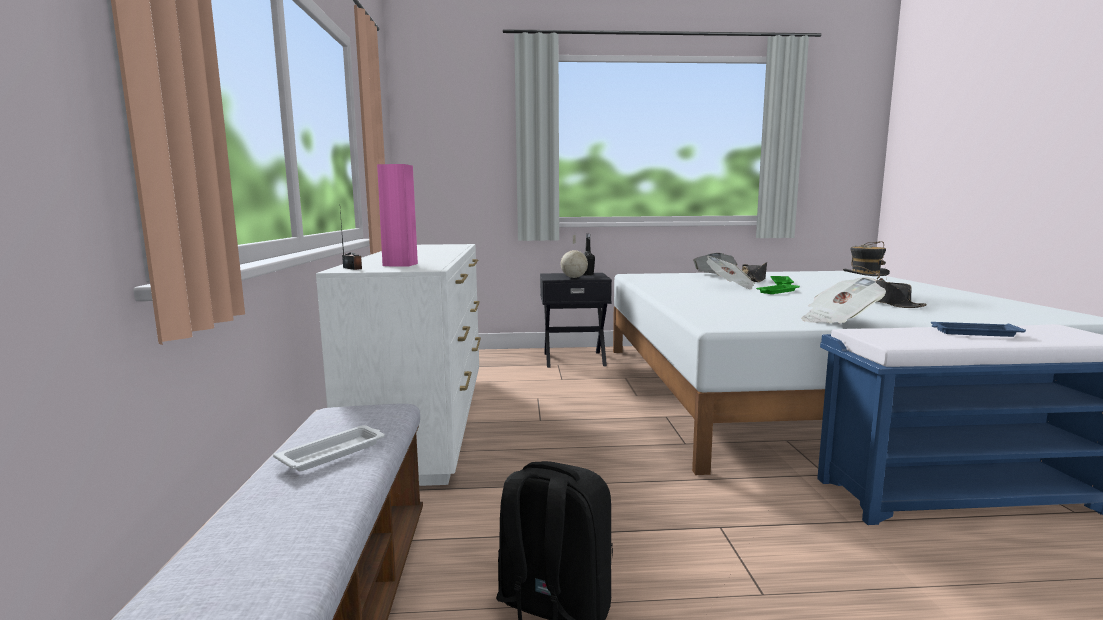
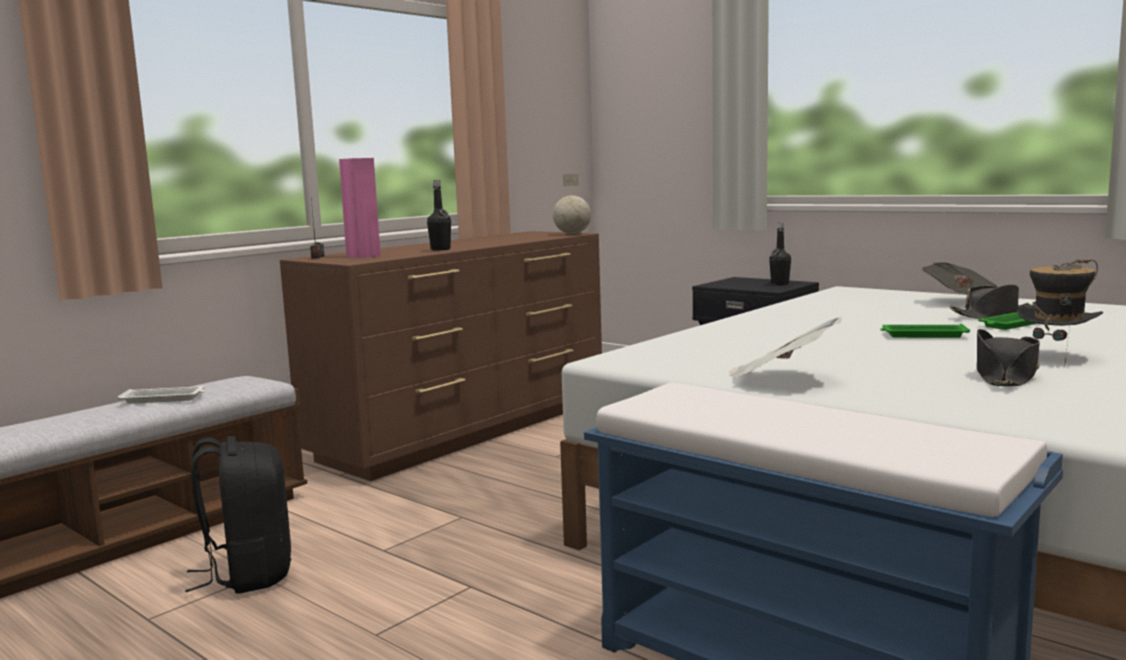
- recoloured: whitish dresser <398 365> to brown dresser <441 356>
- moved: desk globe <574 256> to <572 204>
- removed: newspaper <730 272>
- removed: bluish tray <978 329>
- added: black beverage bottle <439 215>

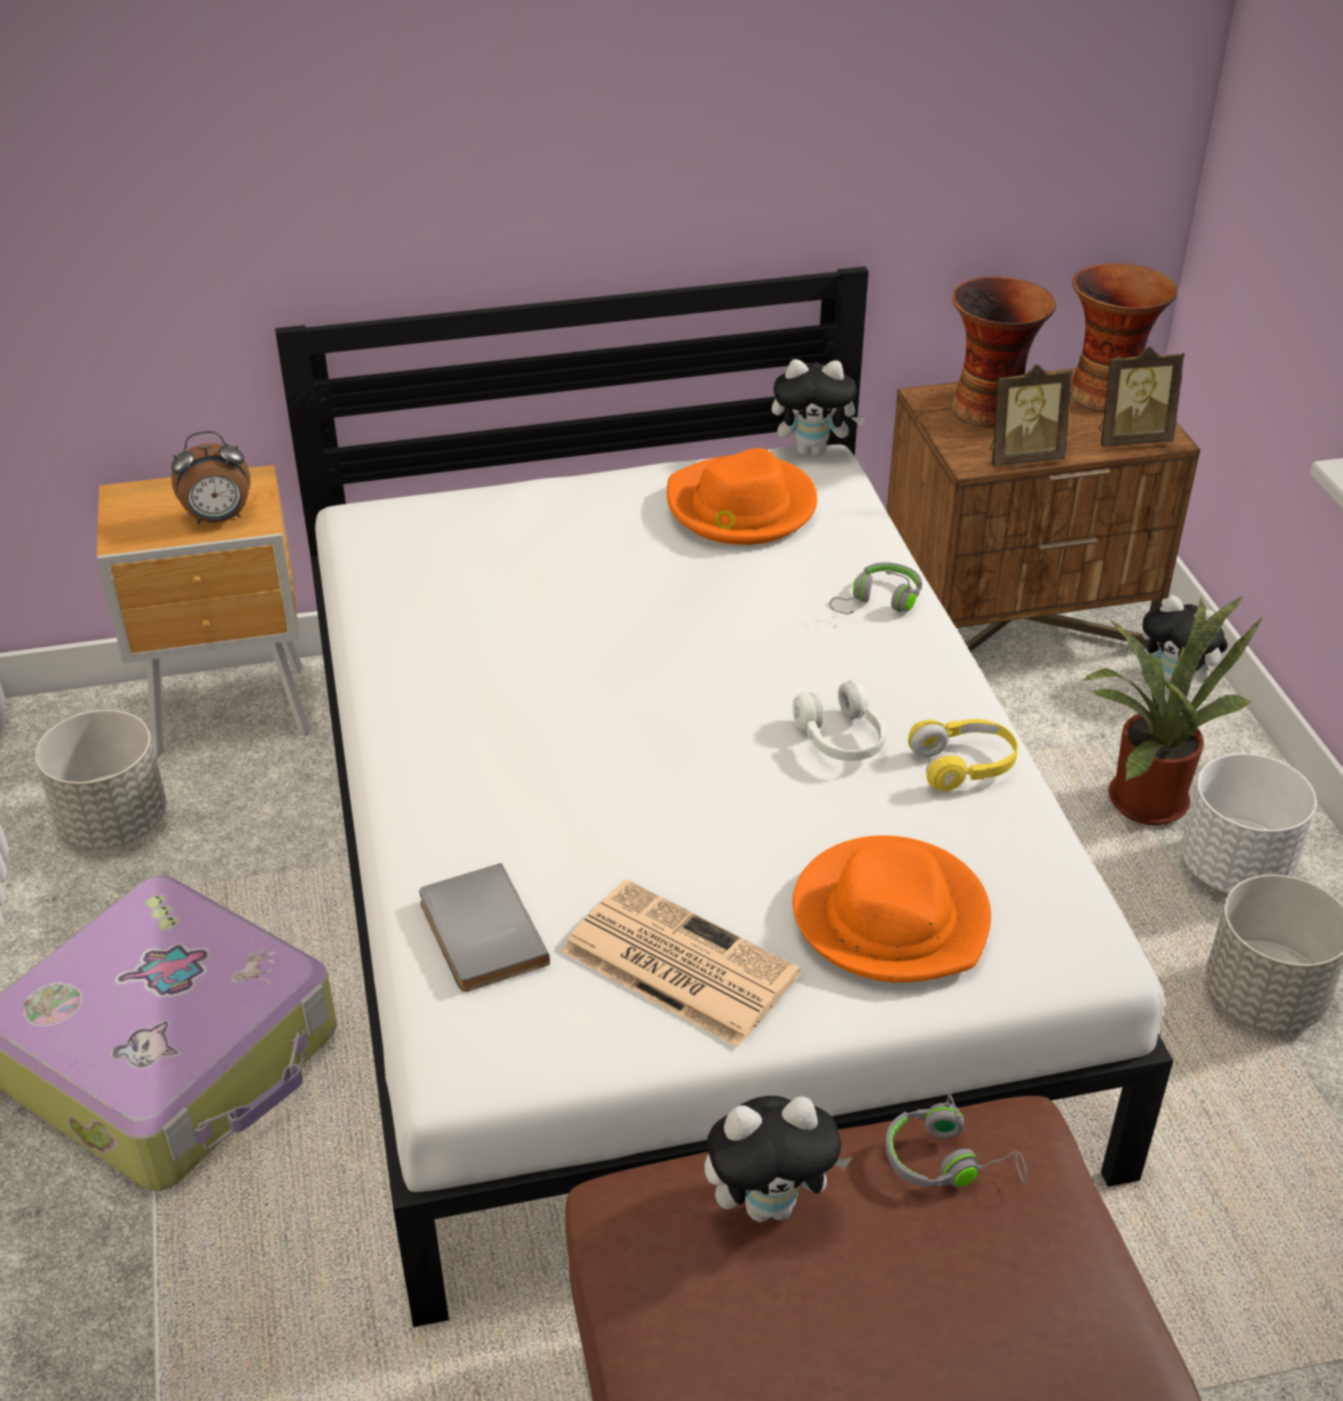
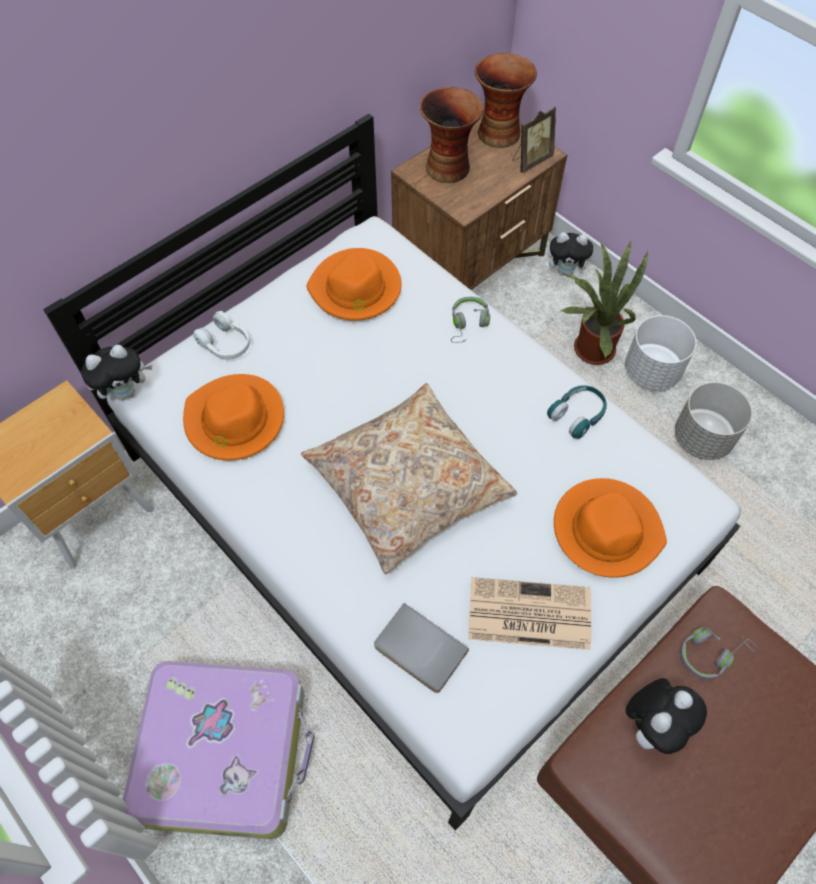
- removed: gray plant pot <100 779>
- removed: table clock <210 477>
- moved: cuddly toy <819 407> to <116 373>
- moved: whitish pair of headphones <840 720> to <221 335>
- recoloured: yellow-coloured pair of headphones <963 755> to blue-green pair of headphones <577 412>
- removed: picture frame <1031 415>
- added: orangey wearable hat <233 417>
- added: beige-coloured throw pillow <409 478>

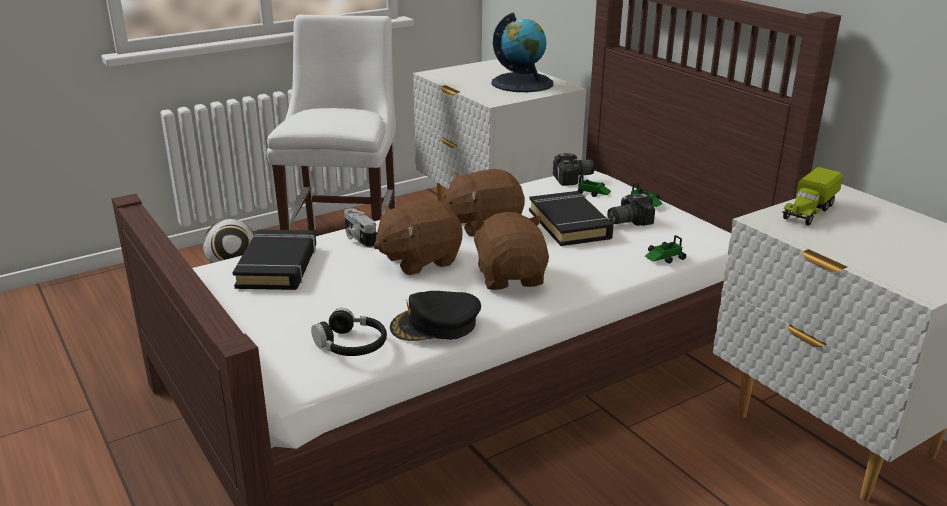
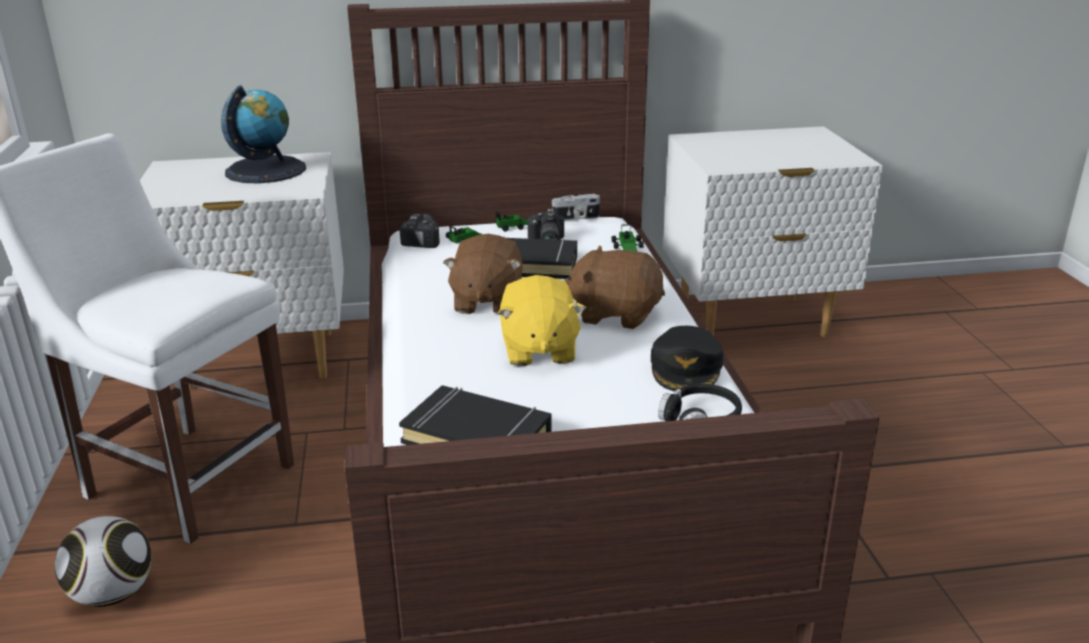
- moved: photo camera <360 228> to <576 207>
- recoloured: brown cuddly toy <418 237> to yellow-coloured cuddly toy <541 320>
- removed: toy lorry <812 196>

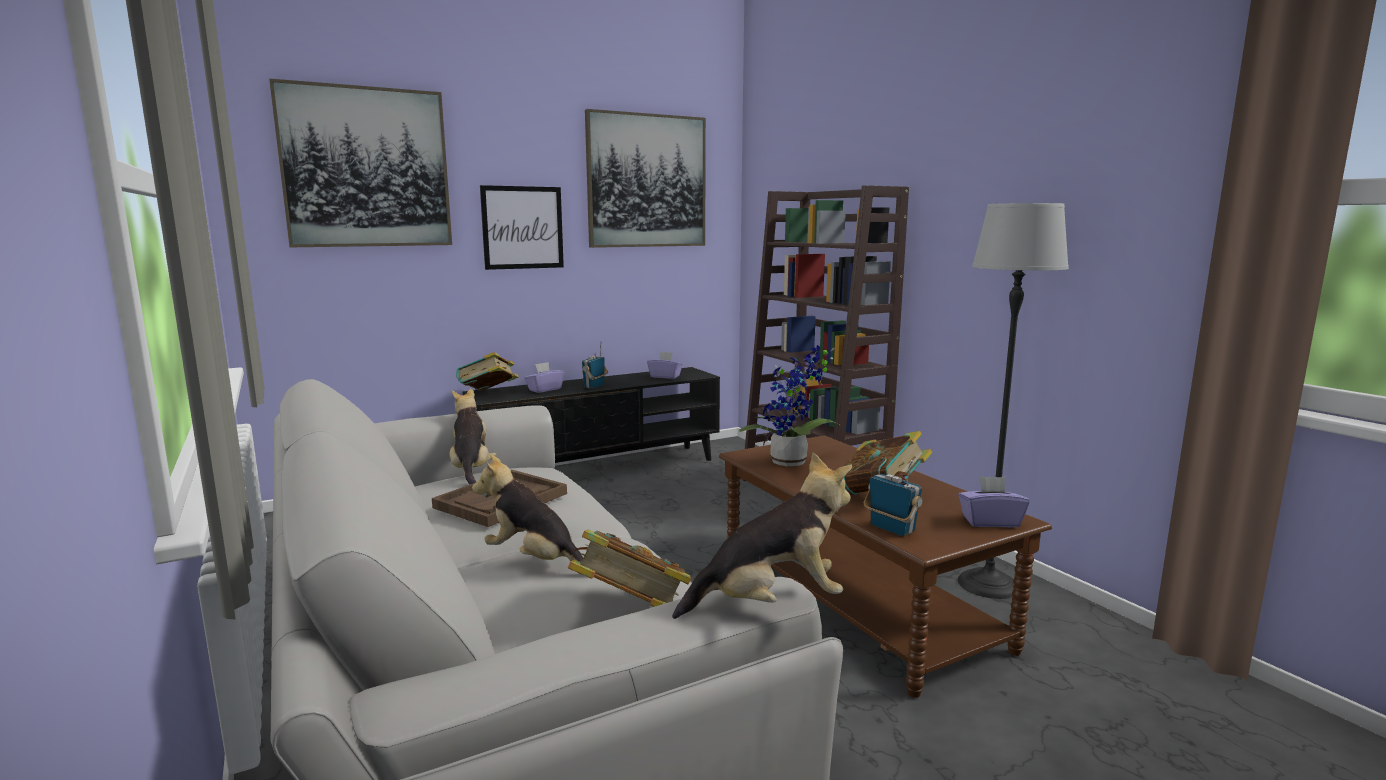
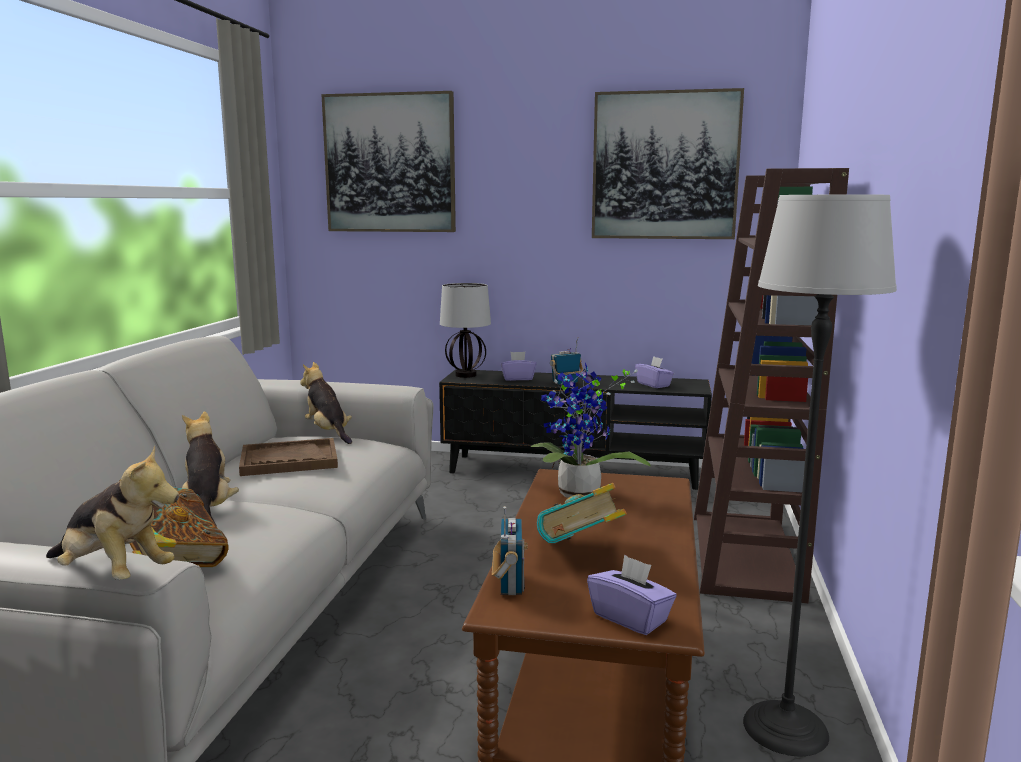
- turned: cuddly toy <473 437> = <326 403> 60 degrees counterclockwise
- replaced: book <487 371> to table lamp <465 330>
- removed: picture <522 227>

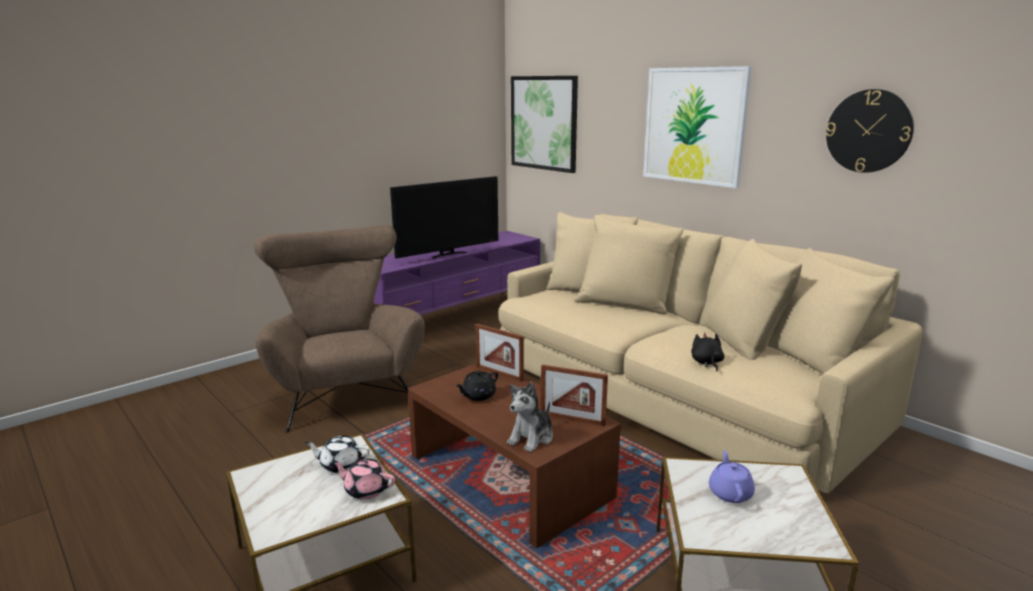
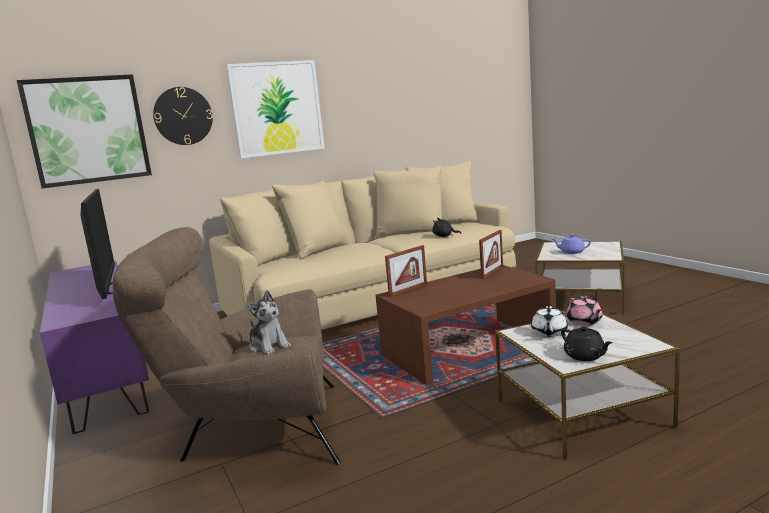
- turned: pink-coloured teapot <363 479> = <584 311> 45 degrees counterclockwise
- moved: black teapot <477 386> to <586 343>
- moved: cuddly toy <530 417> to <269 322>
- moved: clock on the wall <870 131> to <183 116>

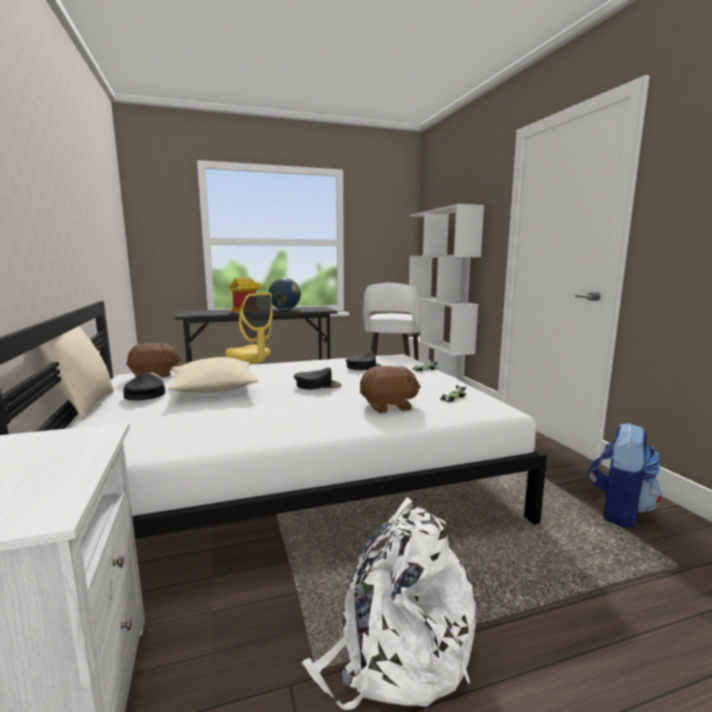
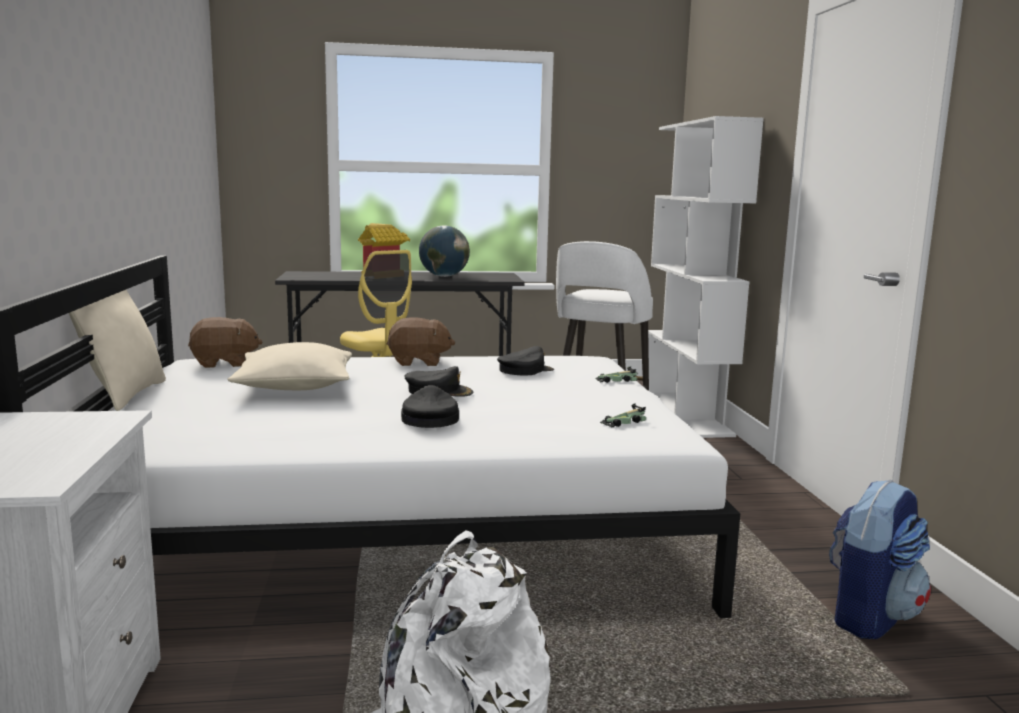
- moved: black cap <144 387> to <430 406>
- moved: brown cuddly toy <390 389> to <421 341>

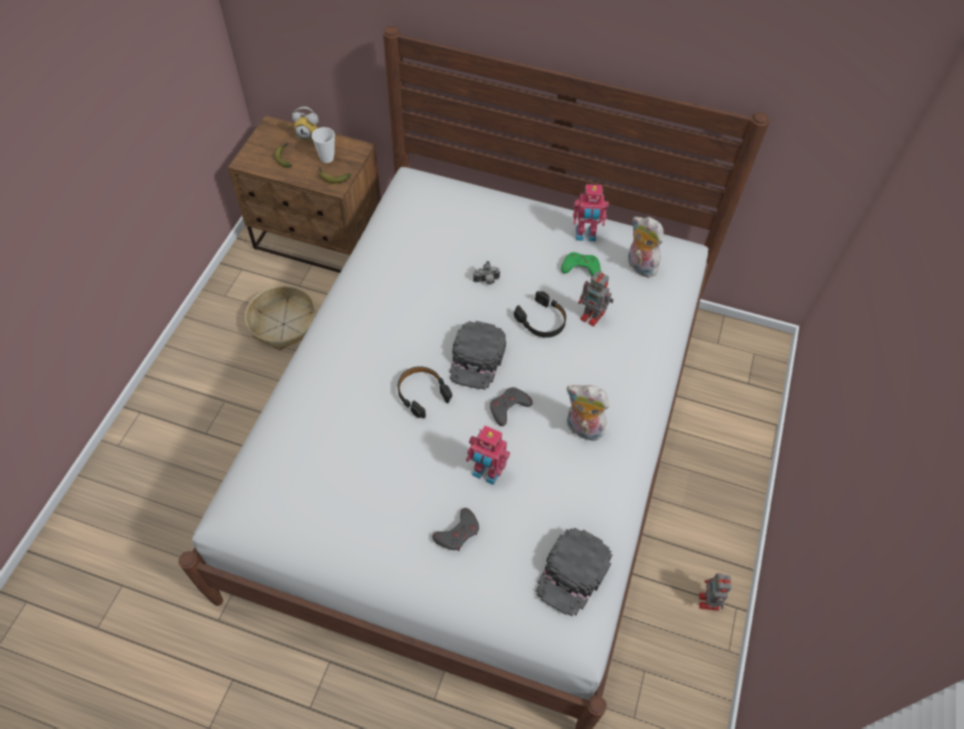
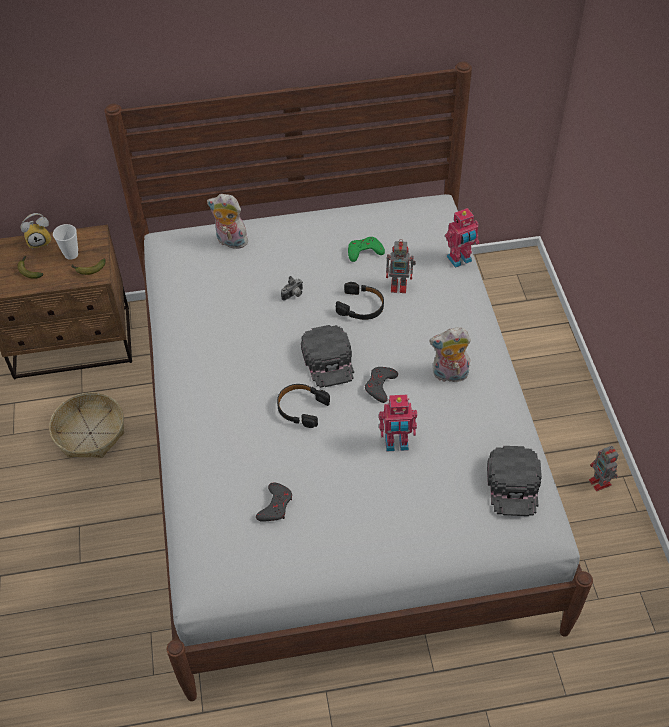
- moved: gray game controller <455 529> to <274 502>
- moved: robot figure <591 213> to <462 238>
- moved: cuddly toy <646 247> to <227 221>

